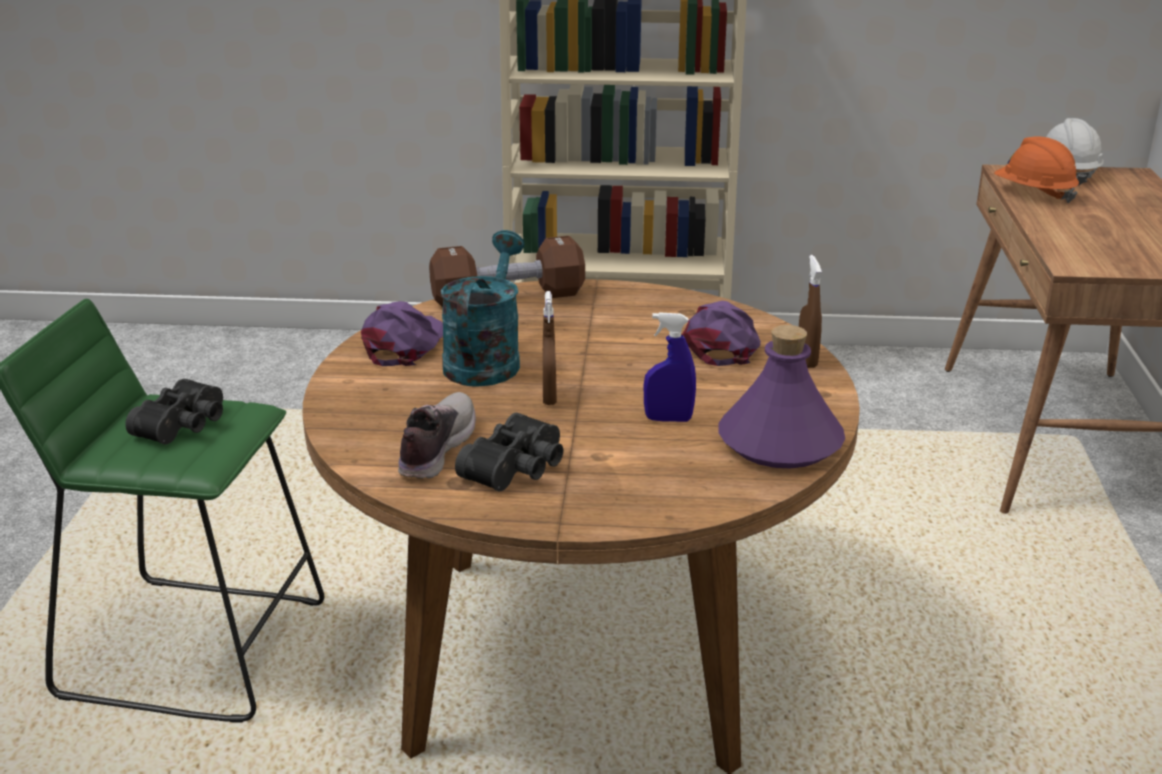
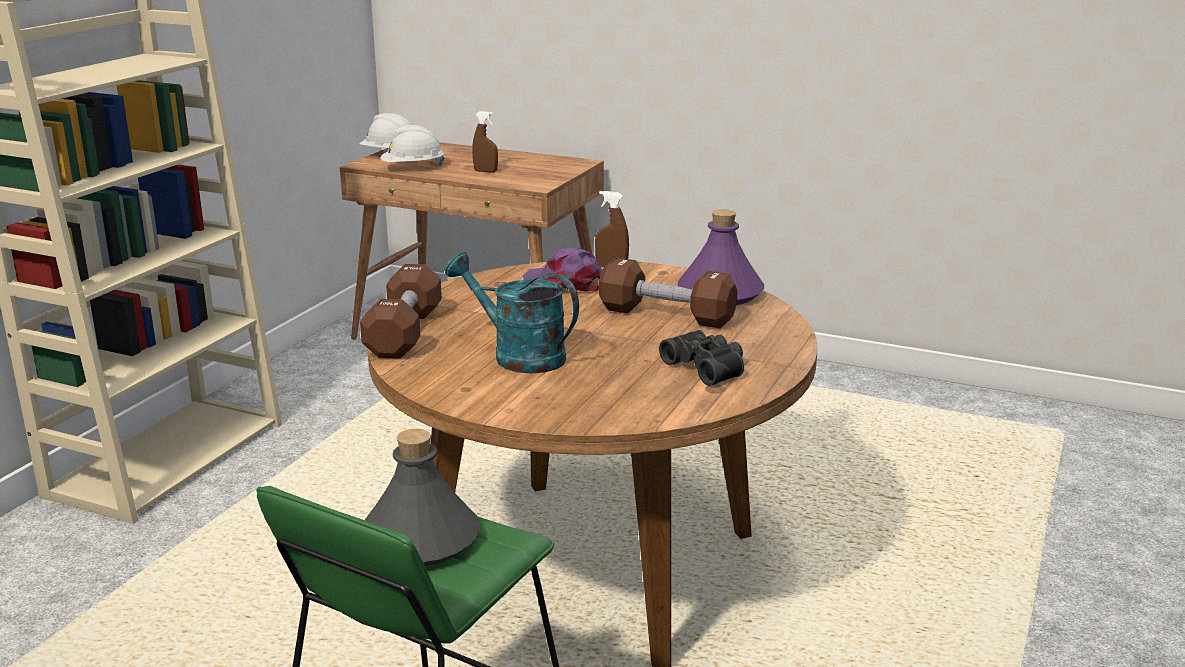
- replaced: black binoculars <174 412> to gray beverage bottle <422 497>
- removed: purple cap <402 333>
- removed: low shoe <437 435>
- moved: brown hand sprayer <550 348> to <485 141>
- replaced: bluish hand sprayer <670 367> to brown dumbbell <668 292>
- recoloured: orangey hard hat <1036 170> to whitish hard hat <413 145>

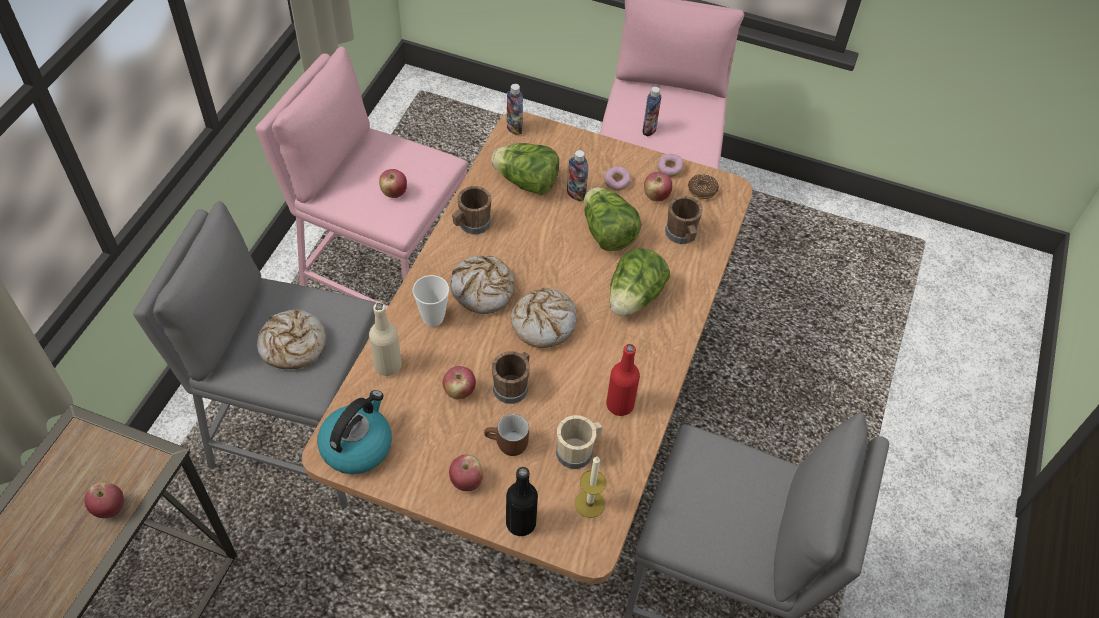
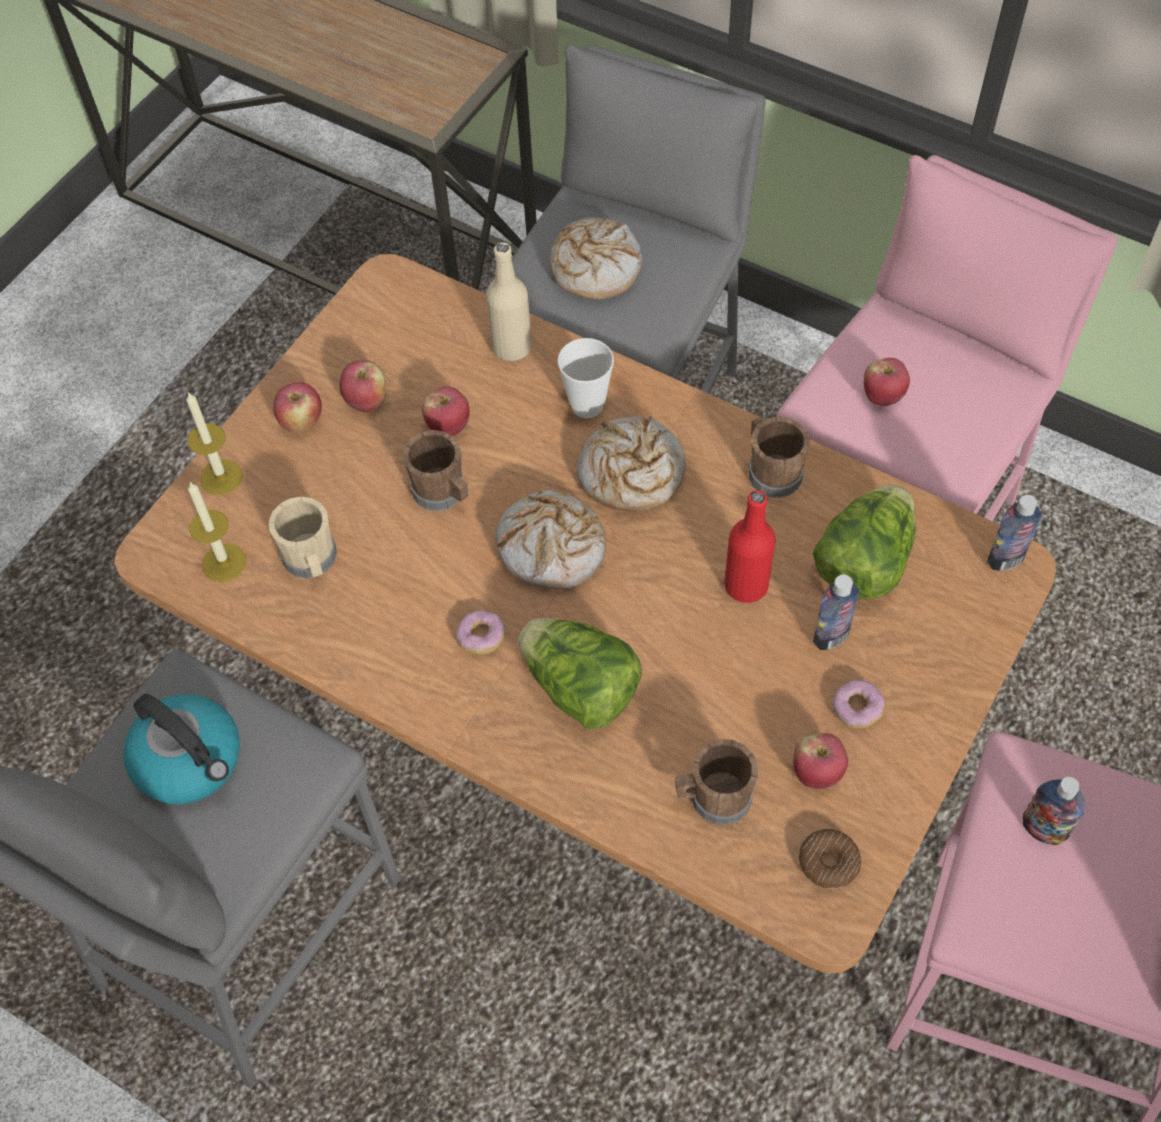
- moved: apple fruit <104 500> to <363 386>
- moved: water kettle <355 432> to <181 749>
- removed: brown tea mug <506 435>
- replaced: black beverage bottle <522 501> to candle <214 443>
- removed: head of lettuce <612 219>
- moved: red-coloured beverage bottle <623 380> to <749 546>
- moved: donut <670 165> to <480 632>

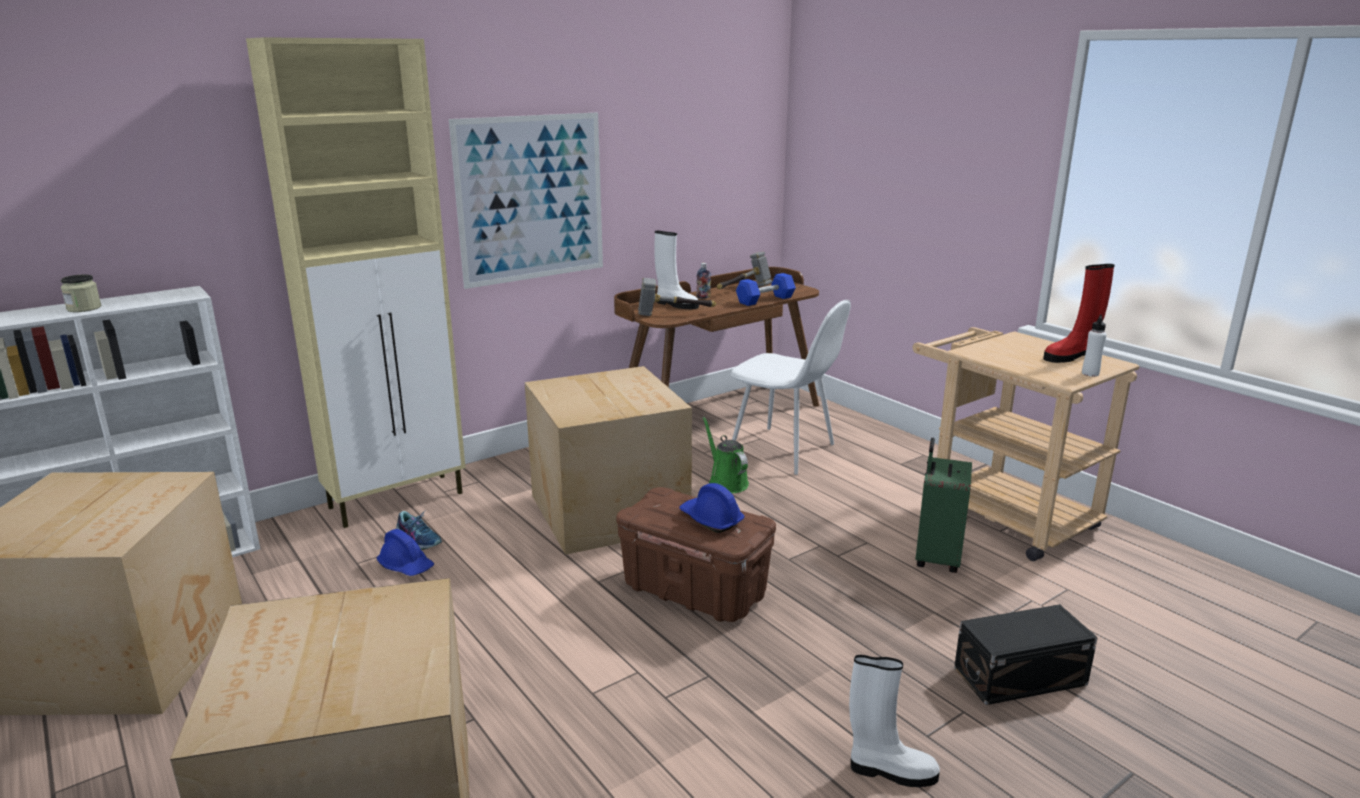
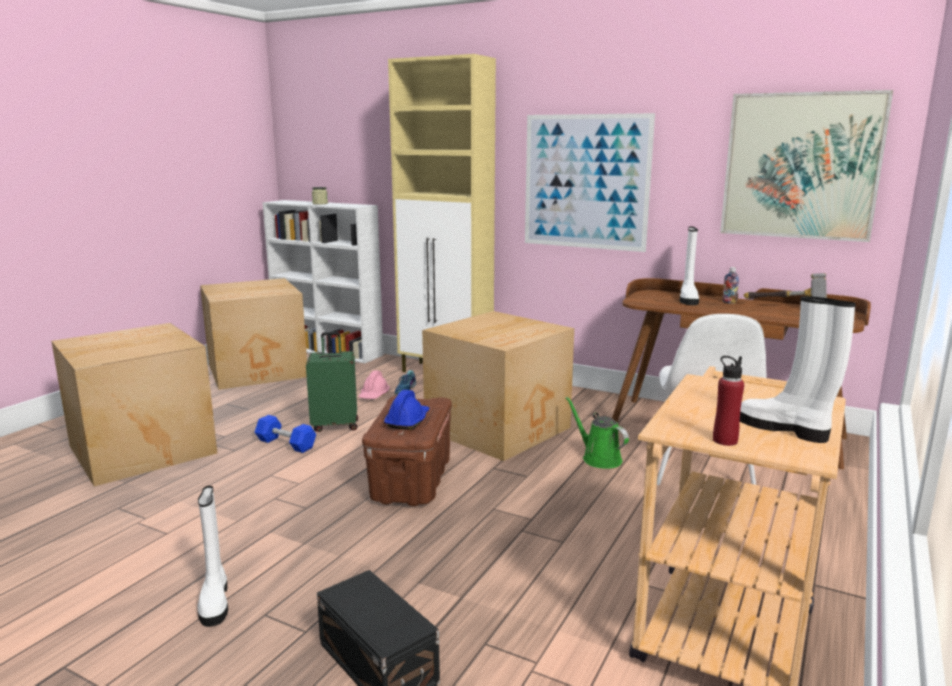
- recoloured: bluish hard hat <405 552> to pink-coloured hard hat <374 384>
- removed: hand hammer <677 297>
- turned: green-coloured watering can <725 455> = <597 433> 75 degrees counterclockwise
- moved: bluish dumbbell <766 289> to <285 434>
- moved: green-coloured travel case <943 505> to <332 382>
- recoloured: red-coloured tall boot <1078 313> to whitish tall boot <798 369>
- recoloured: whitish beverage bottle <1094 345> to red-coloured beverage bottle <728 401>
- added: picture <806 166>

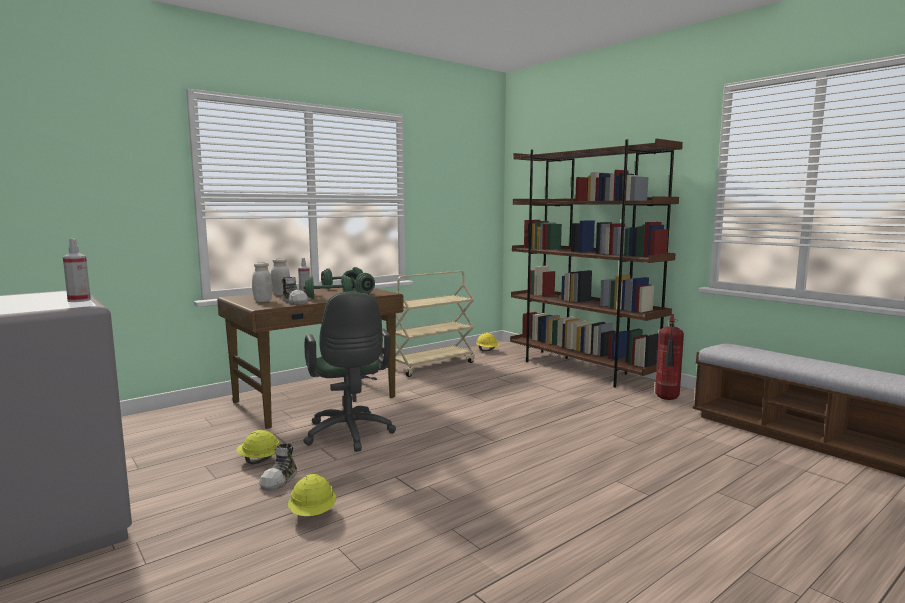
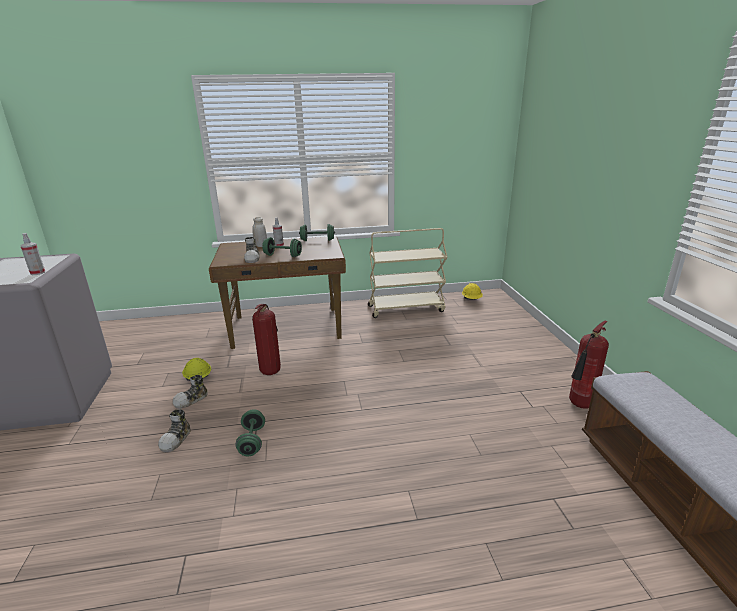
- removed: whitish preserve jar <262 282>
- replaced: yellow-coloured hard hat <312 495> to low shoe <174 430>
- replaced: green-coloured computer chair <349 372> to extinguisher <266 339>
- moved: green-coloured dumbbell <358 282> to <250 432>
- removed: brown bookcase <596 263>

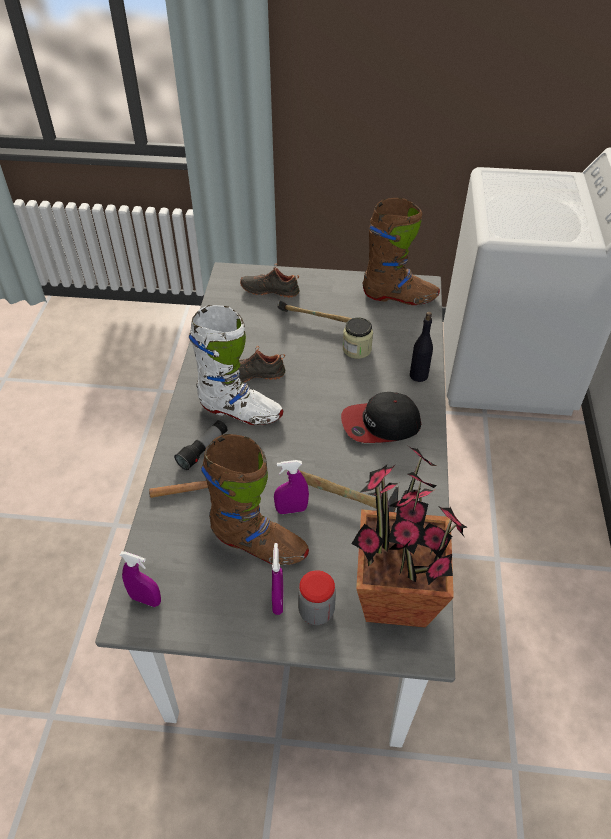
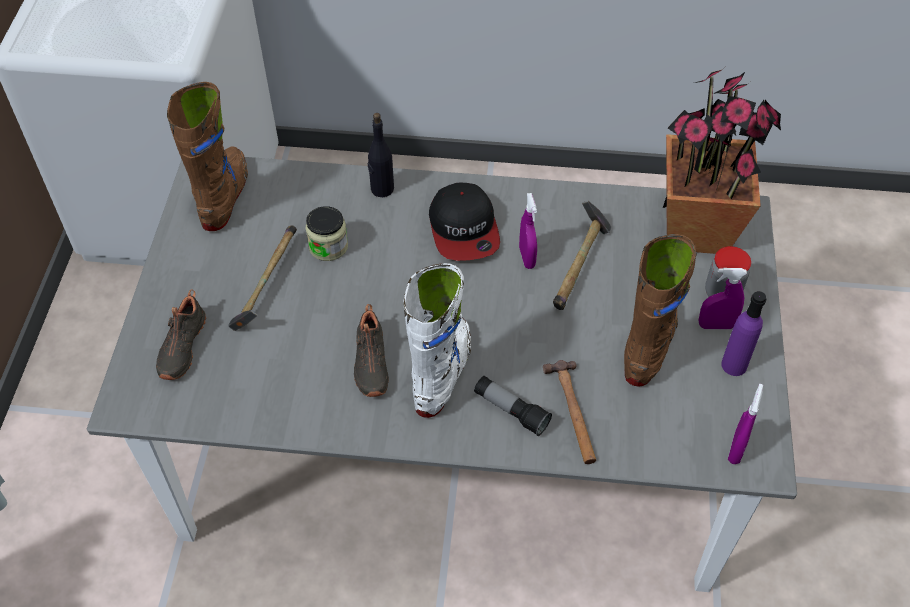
- moved: purple hand sprayer <291 487> to <528 231>
- added: purple beverage bottle <743 333>

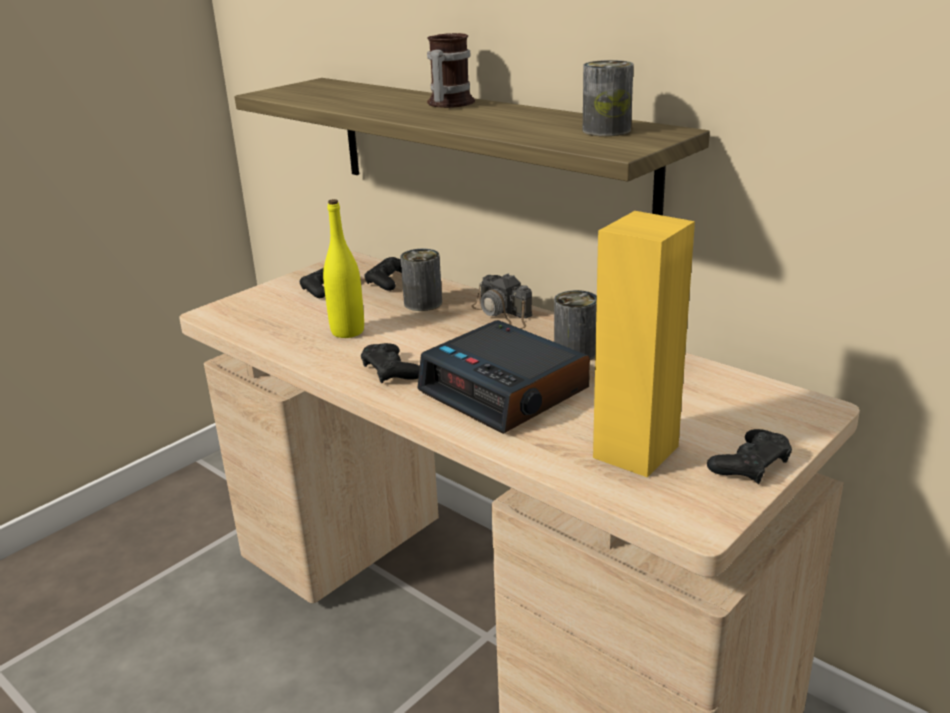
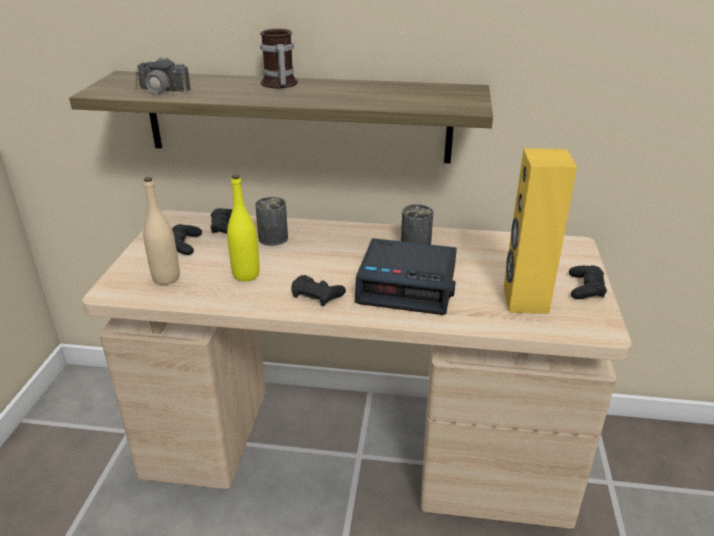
- moved: photo camera <501 301> to <163 77>
- removed: metal can <608 98>
- added: beige-coloured beverage bottle <161 231>

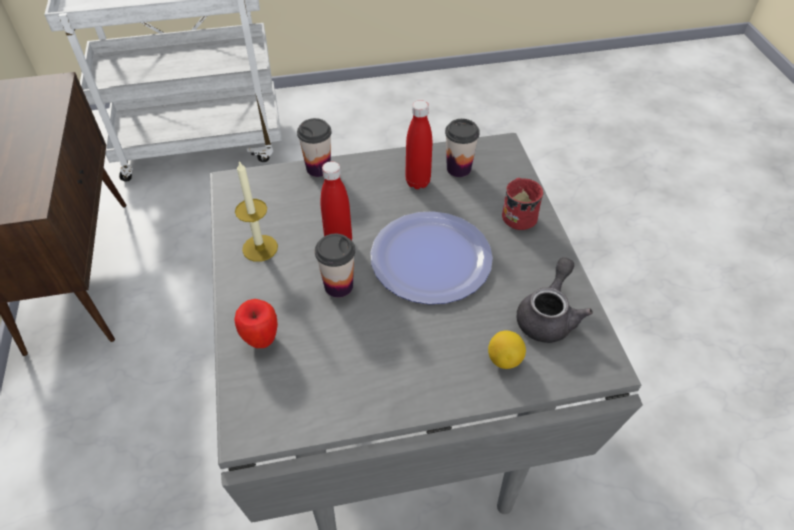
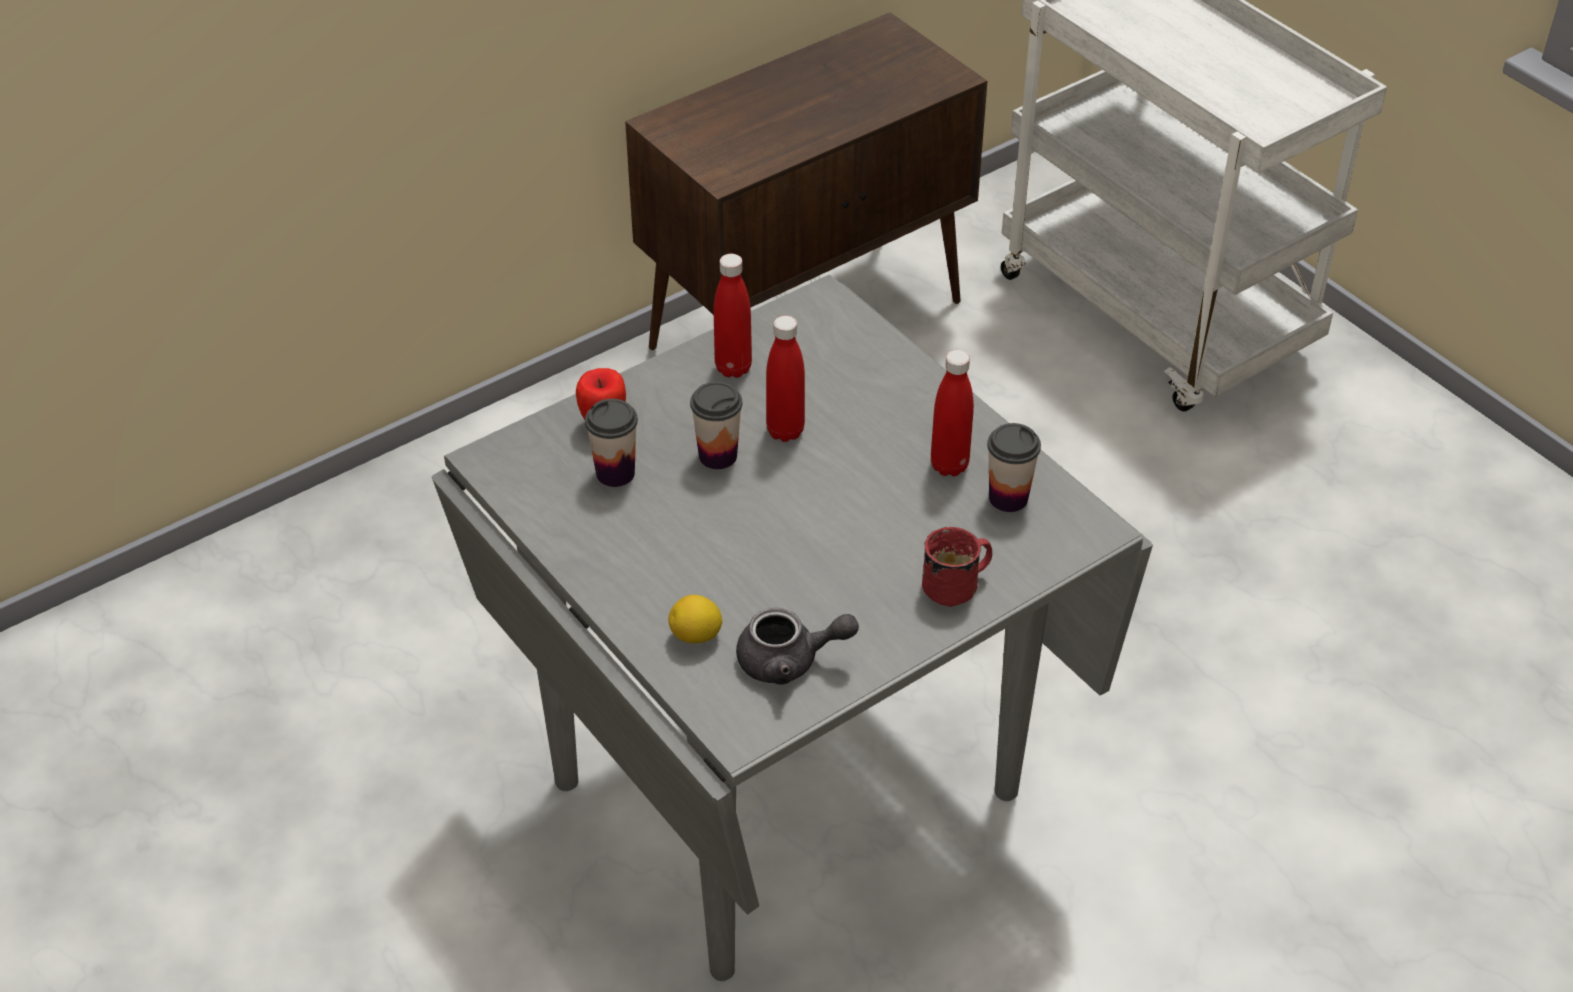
- replaced: candle <256 211> to red-coloured beverage bottle <733 316>
- moved: small cup <314 147> to <611 443>
- removed: plate <431 257>

